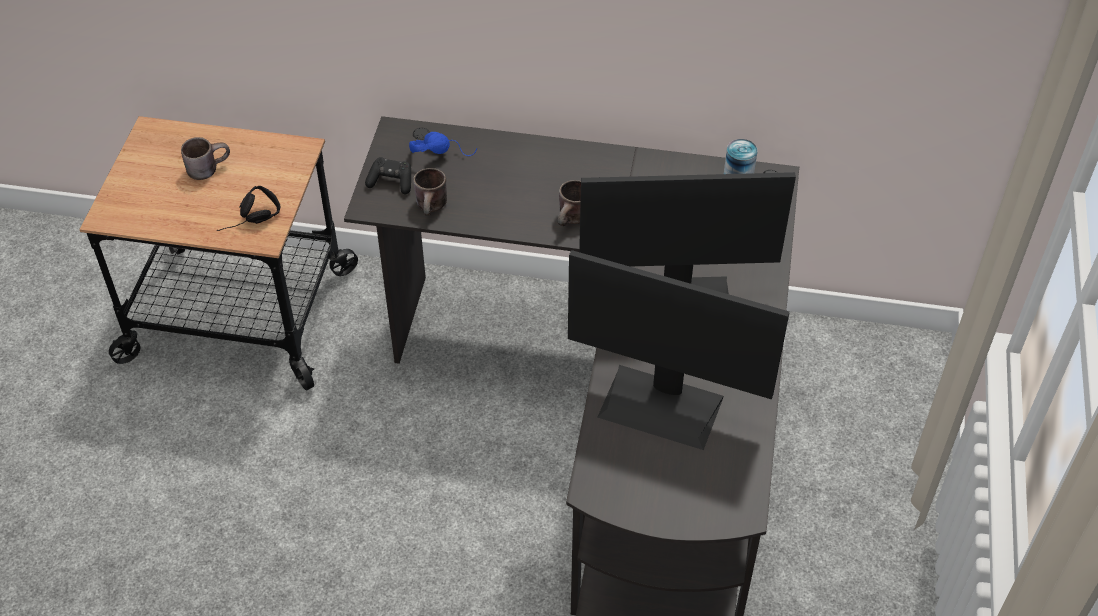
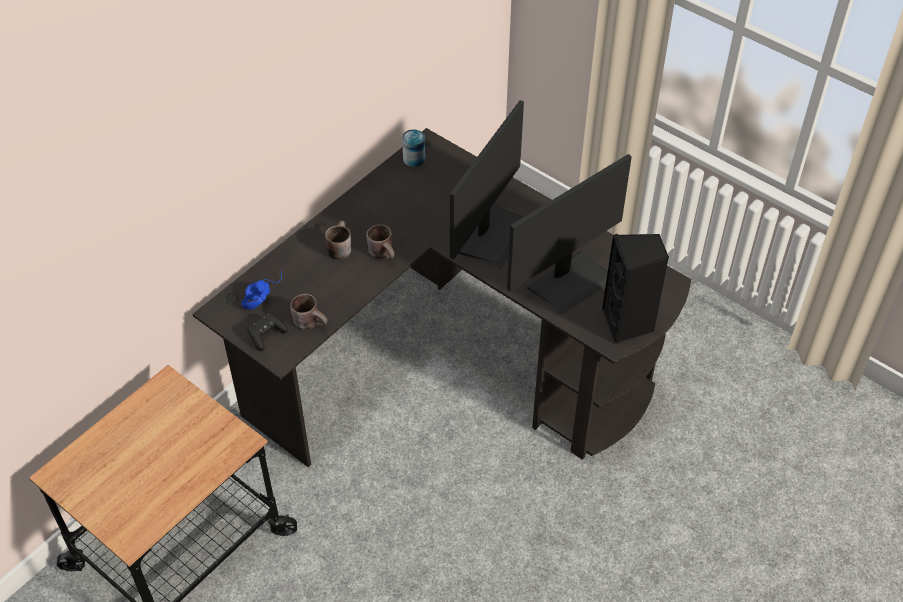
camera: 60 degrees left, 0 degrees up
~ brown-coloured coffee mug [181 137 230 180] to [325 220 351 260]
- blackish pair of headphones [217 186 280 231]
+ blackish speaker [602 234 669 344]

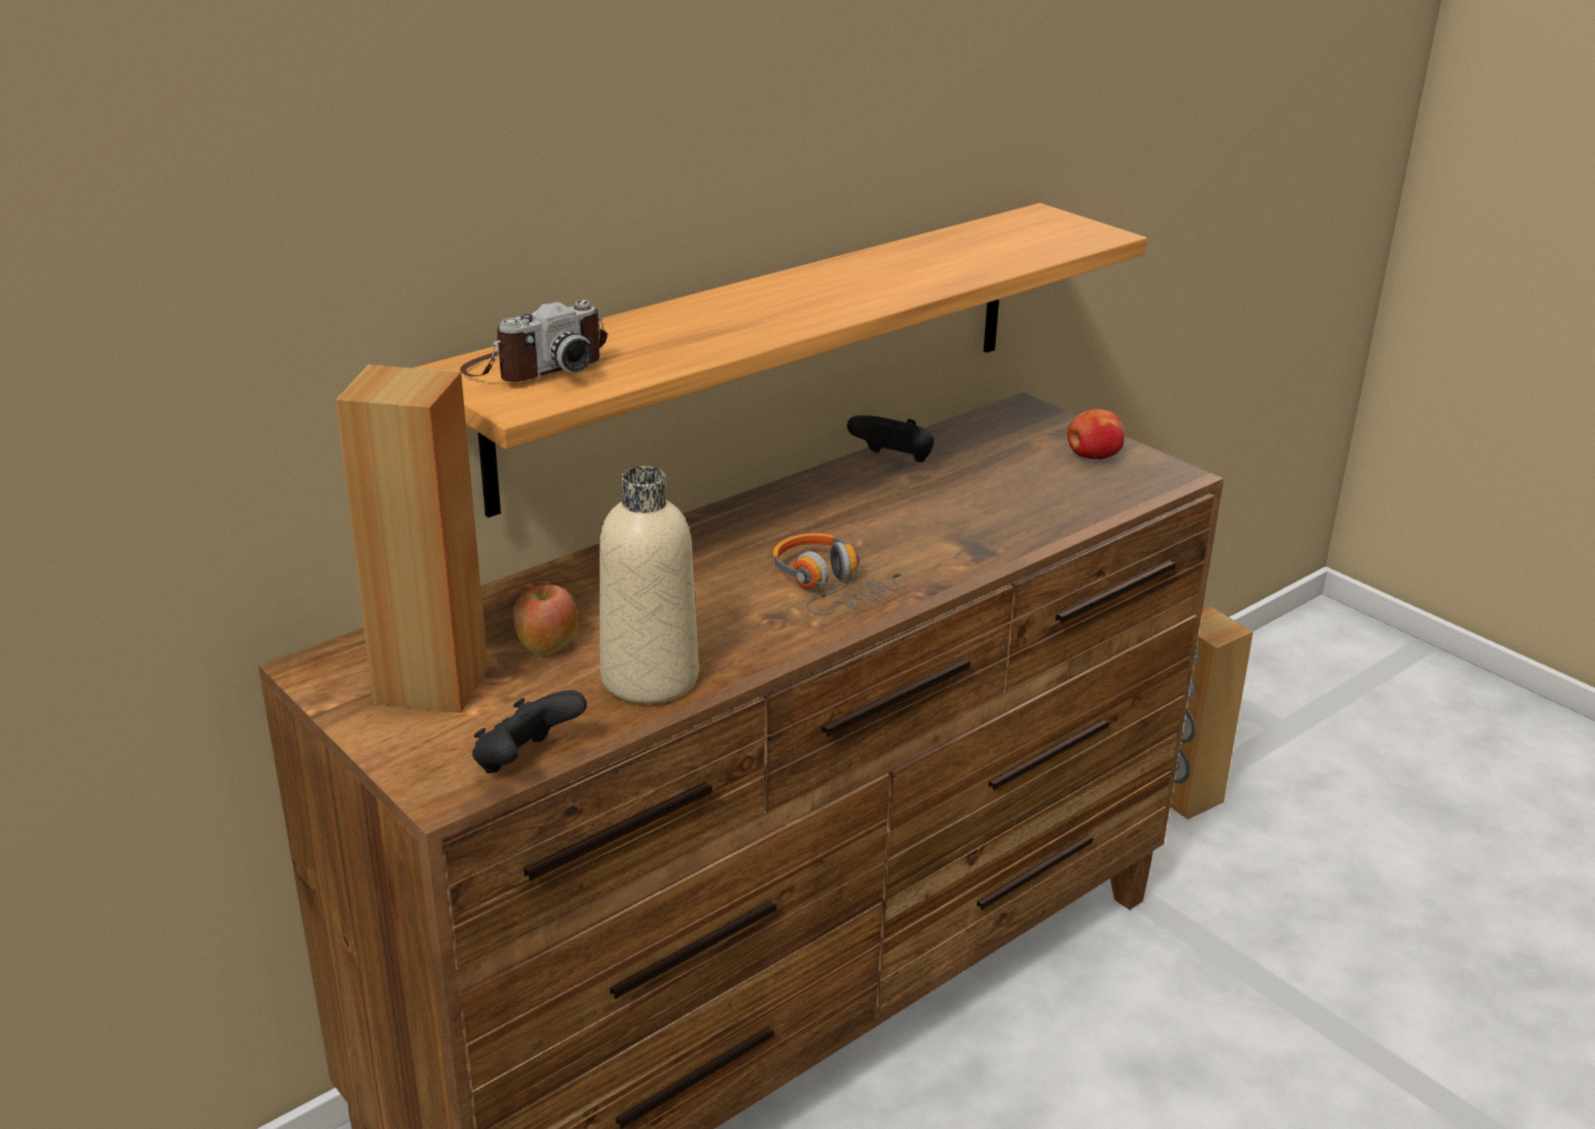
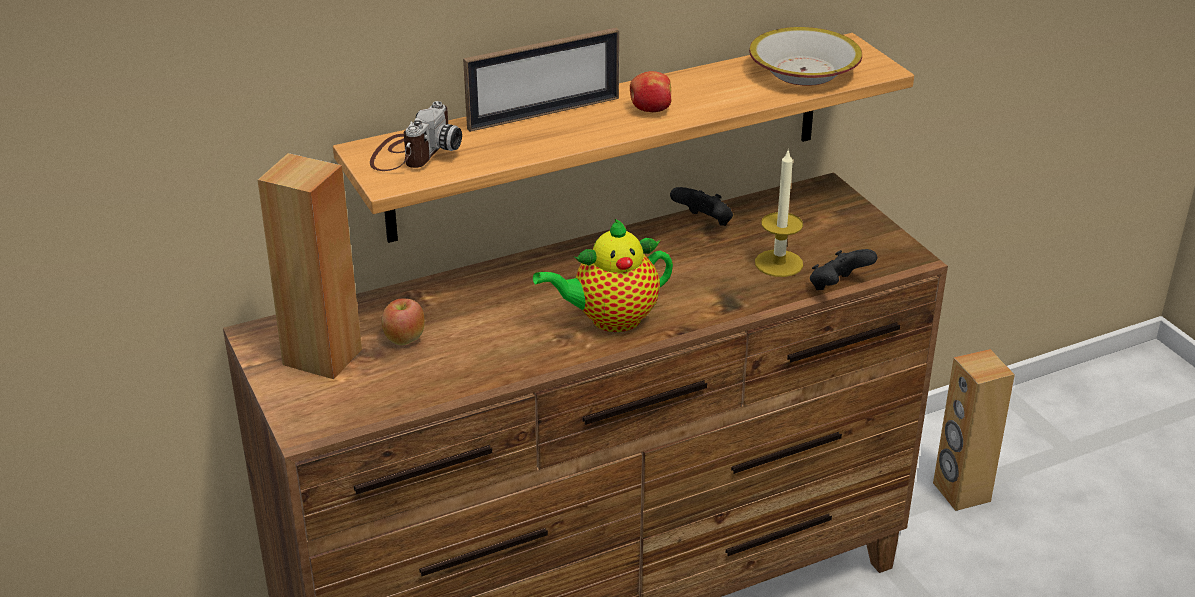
camera: 15 degrees right, 5 degrees up
~ still camera [460 300 607 382] = [370 101 462 171] 45 degrees counterclockwise
~ apple fruit [1067 409 1124 459] to [630 71 671 113]
- sand-coloured bottle [599 466 699 704]
~ pair of headphones [772 533 906 615] to tea pot [533 218 673 332]
~ blackish joypad [472 690 587 773] to [810 249 877 290]
+ serving bowl [749 27 862 86]
+ standing frame [463 28 619 132]
+ candle [755 151 803 277]

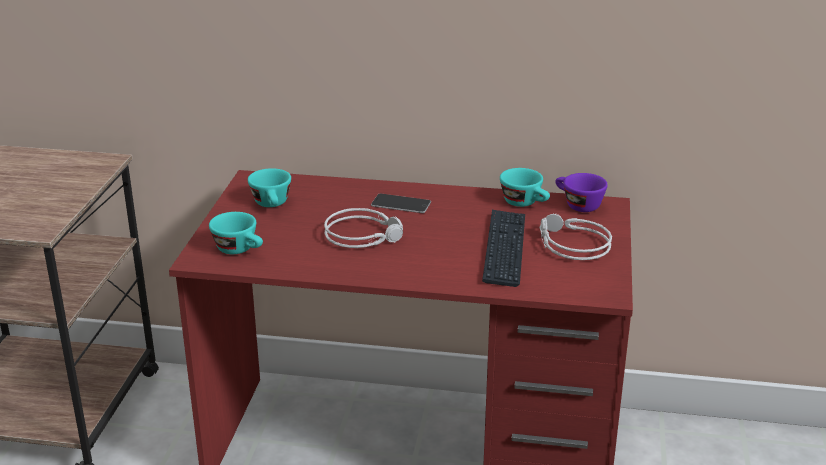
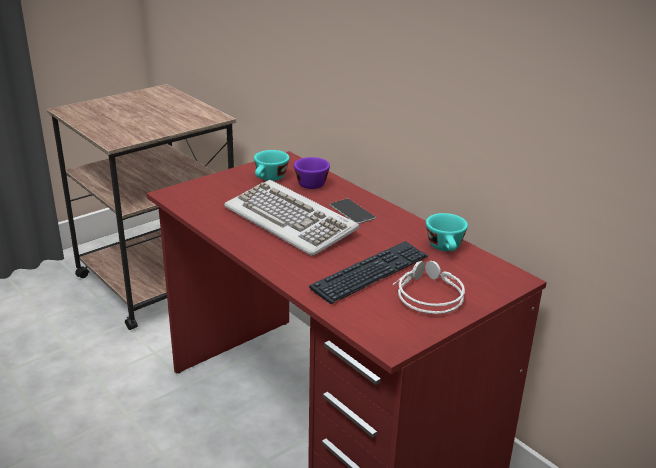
camera: 40 degrees right, 0 degrees up
~ purple small cup [555 173 608 212] to [294 157 330 189]
~ gray pair of headphones [324 208 403 248] to PC keyboard [224 180 360 256]
- blue-green small cup [209 212 263 254]

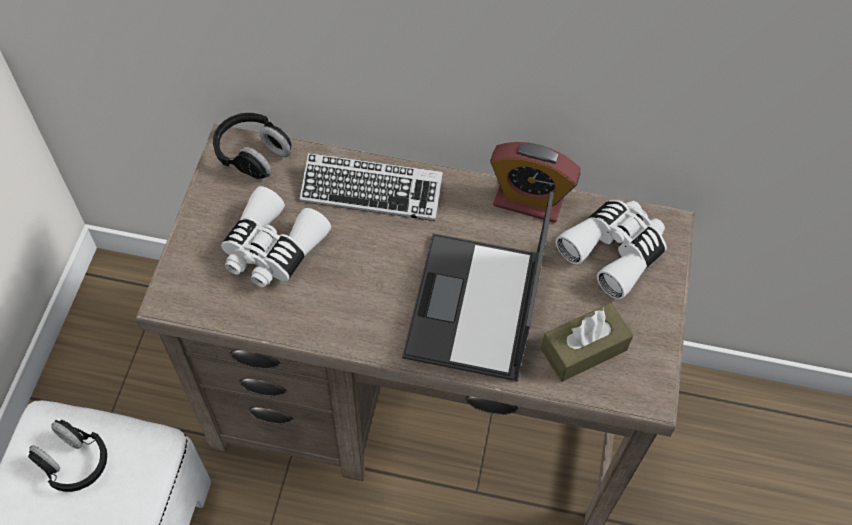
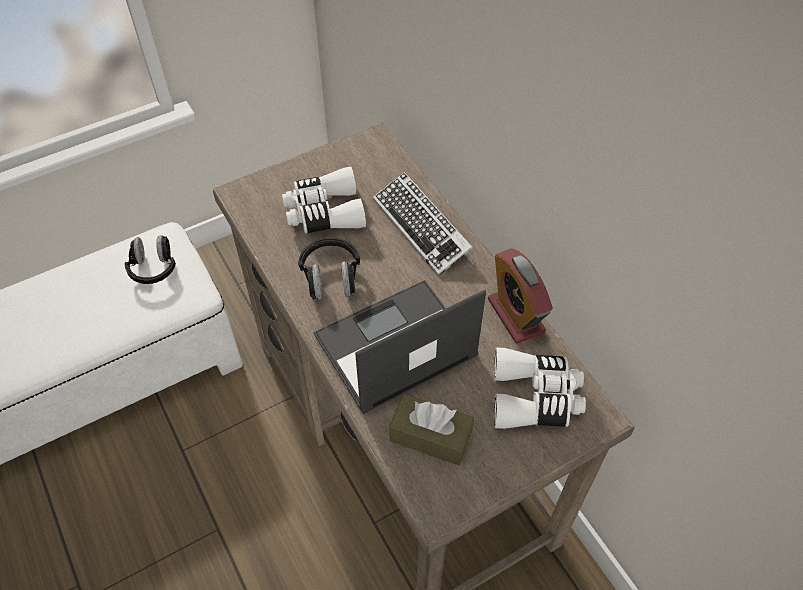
camera: 50 degrees right, 5 degrees down
~ blackish pair of headphones [213 113 292 179] to [298 237 360 300]

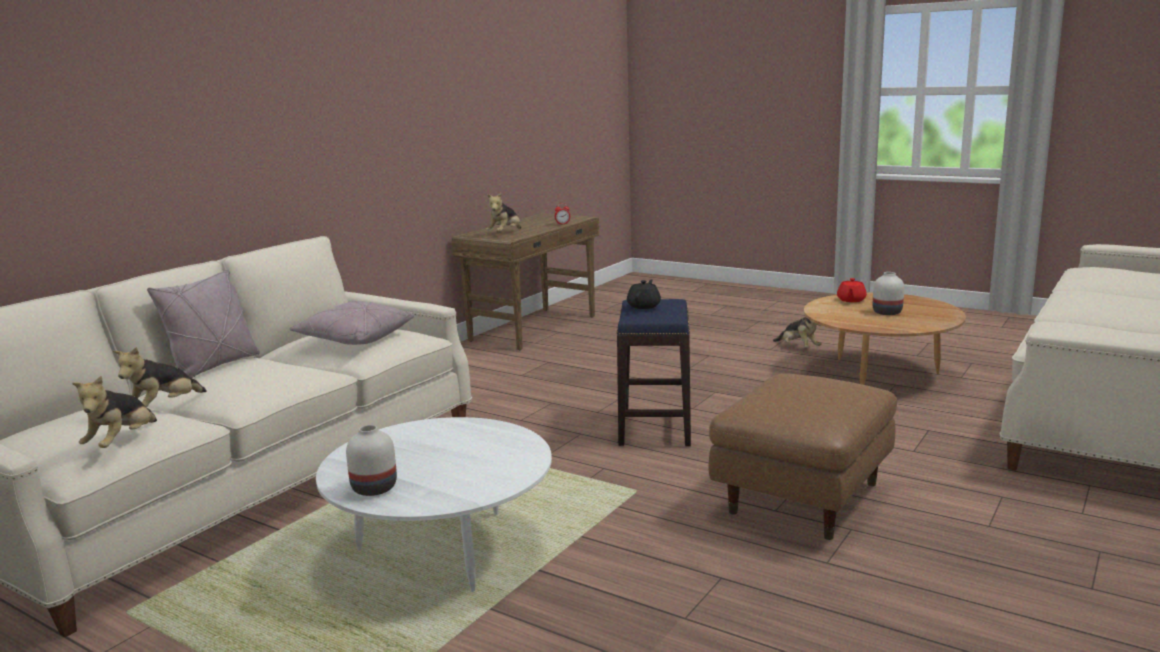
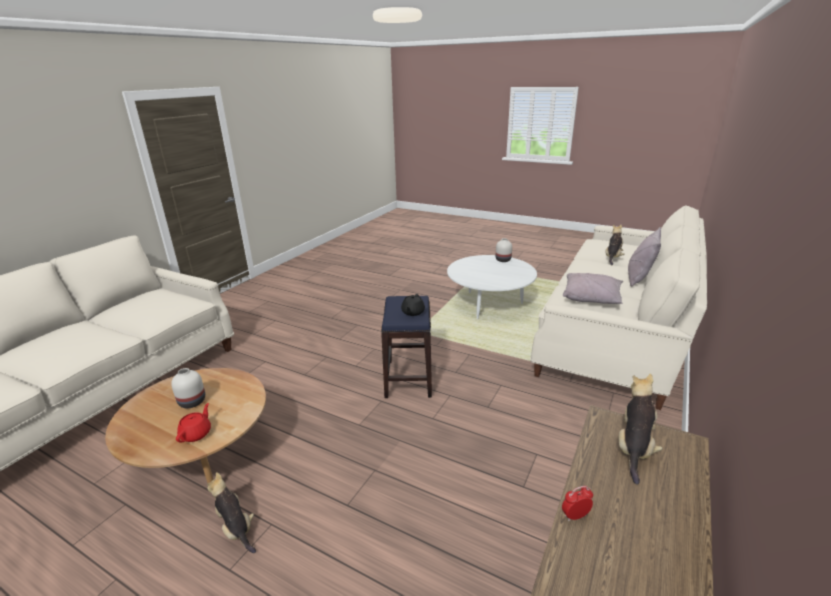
camera: 175 degrees right, 10 degrees up
- brown-coloured pouffe [709 374 897 540]
- plush toy [72 376 157 448]

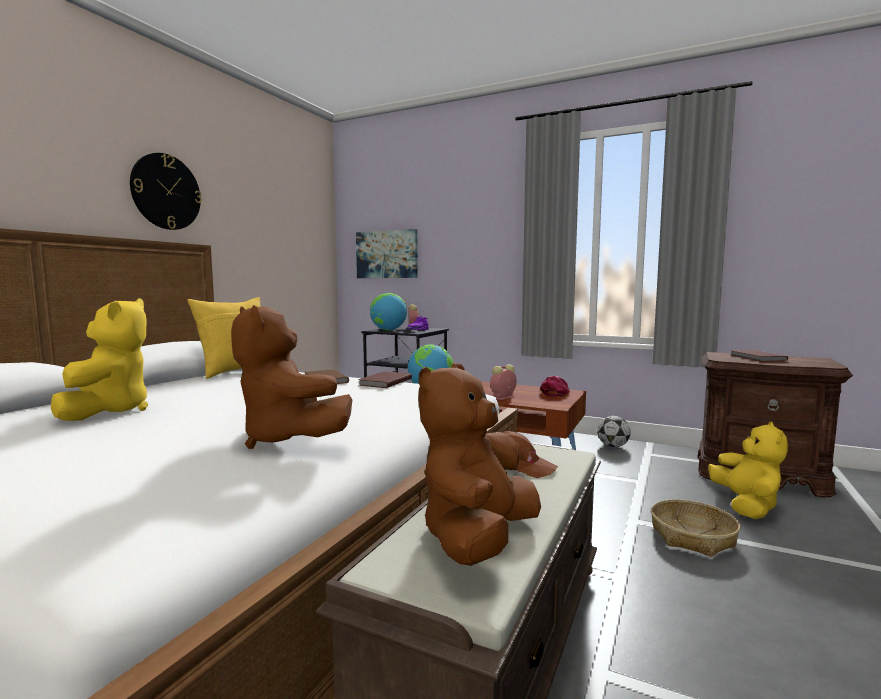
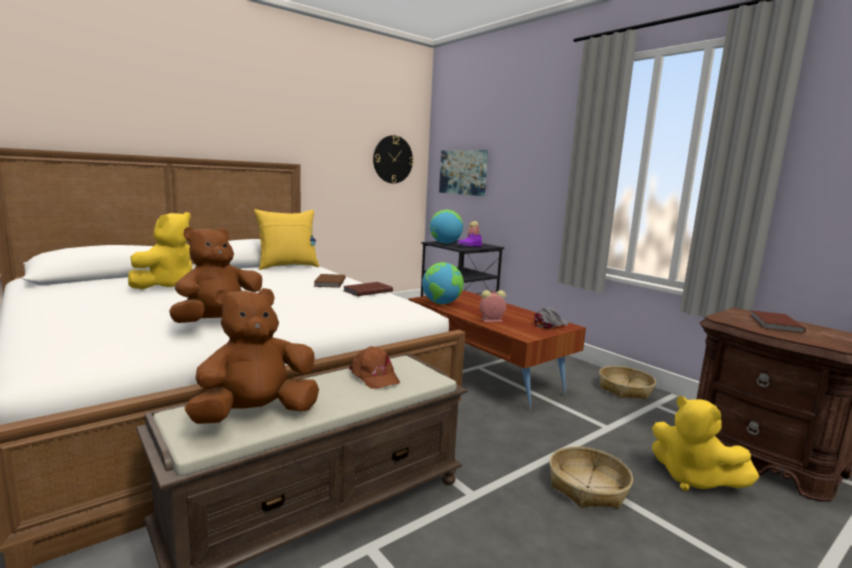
camera: 25 degrees right, 5 degrees up
~ wall clock [130 153 202 230] to [373 135 413 184]
~ brown-coloured plush toy [231 305 352 449] = [169 227 262 323] 60 degrees clockwise
~ pinkish cap [540 376 570 397] to gray cap [534 307 568 329]
~ football [597 416 631 447] to basket [599 366 656 399]
~ yellow plush toy [708 422 788 519] = [652 396 759 491] 105 degrees clockwise

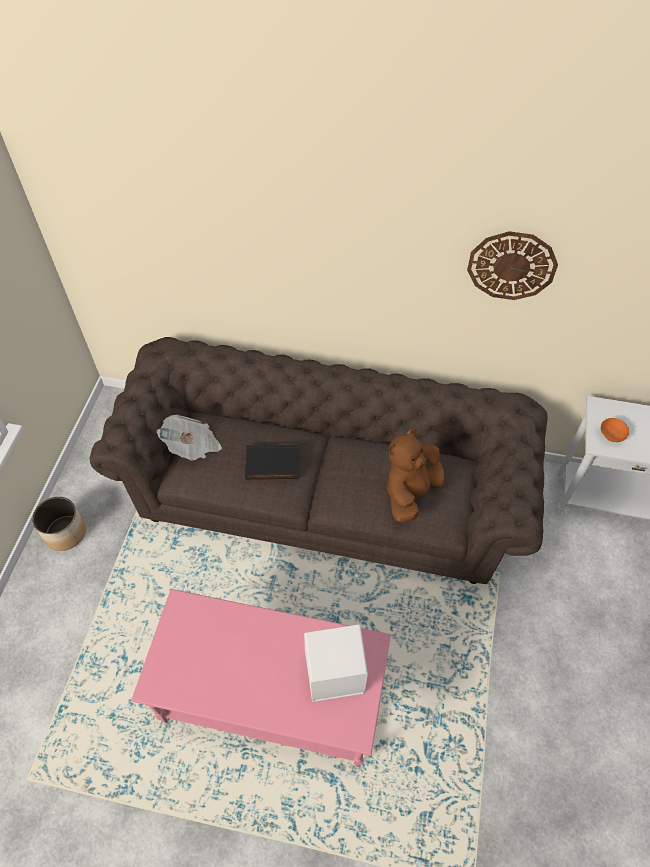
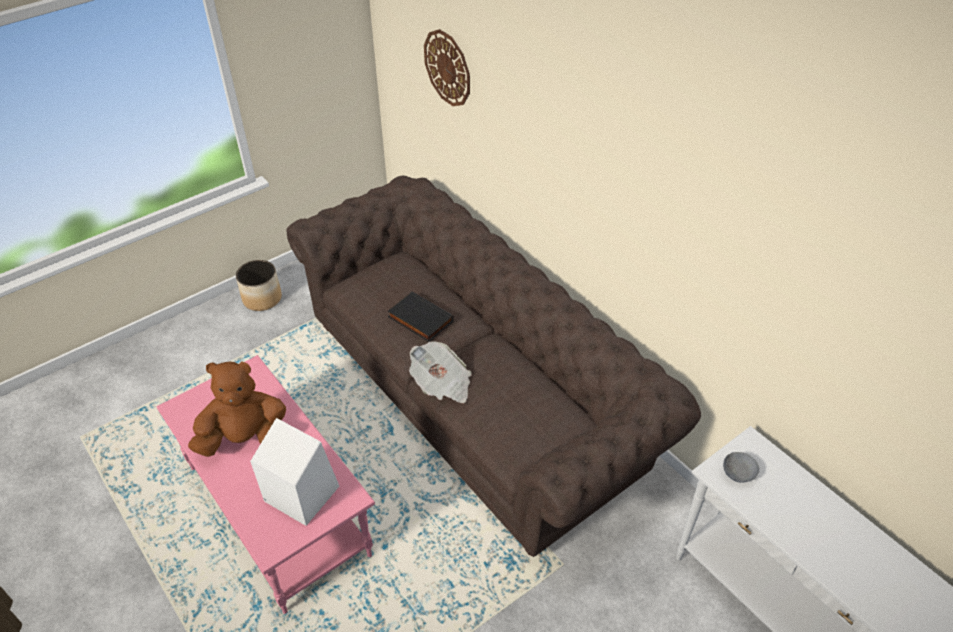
camera: 40 degrees right, 10 degrees down
~ wall clock [467 231 558 300] to [424 29 470 106]
~ printed paper [157 414 222 461] to [409 341 472 403]
~ orangey serving bowl [601 418 629 442] to gray serving bowl [723 452 759 483]
~ brown-coloured plush toy [387 429 445 523] to [188 361 286 457]

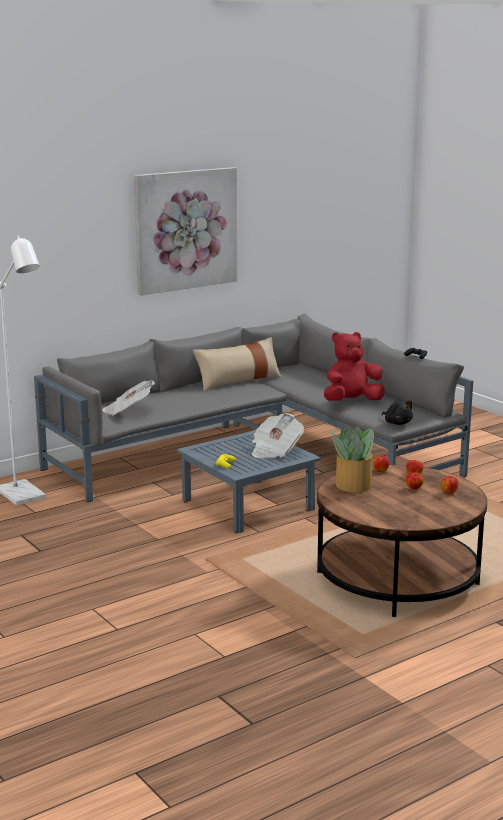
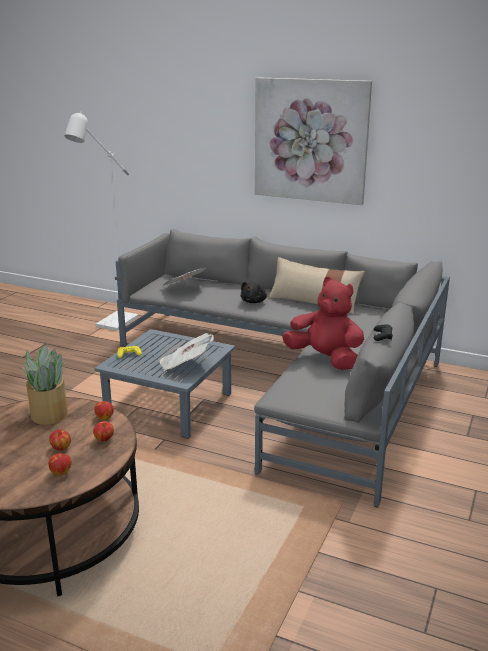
camera: 60 degrees right, 5 degrees up
~ blackish plush toy [382 401 413 425] to [241 282 267 303]

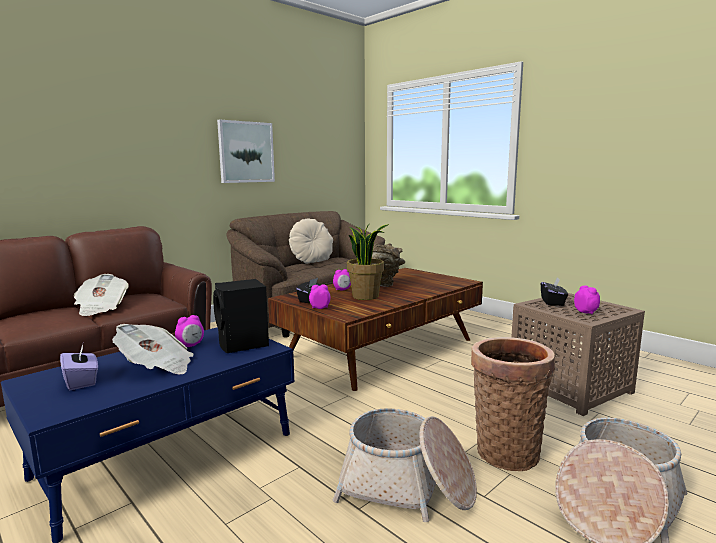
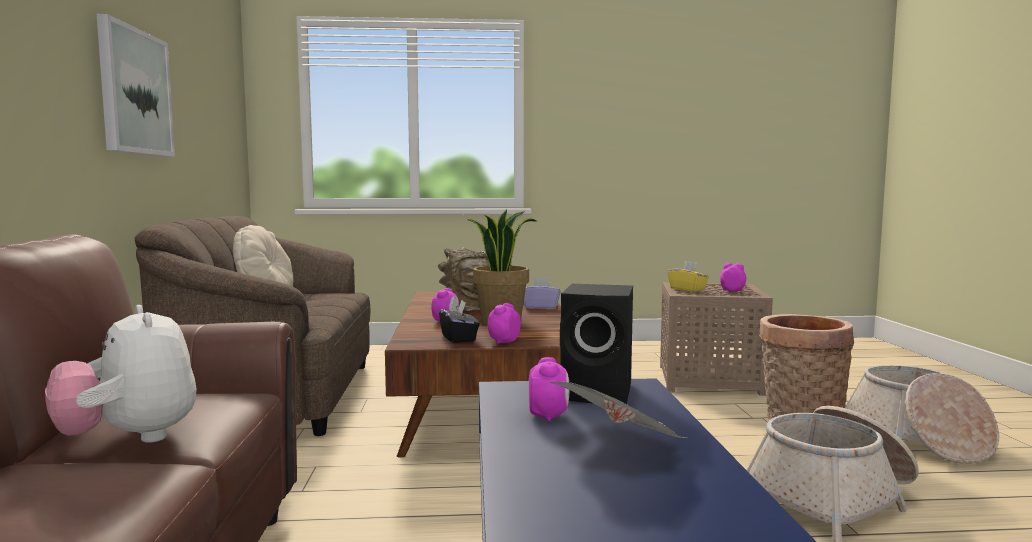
camera: 50 degrees left, 5 degrees down
~ printed paper [73 274 129 316] to plush toy [45 305 197 443]
~ blackish box of tissues [541 278 568 306] to yellow box of tissues [667 261 709 292]
~ purple box of tissues [60 344 98 390] to [524 277 561 309]

